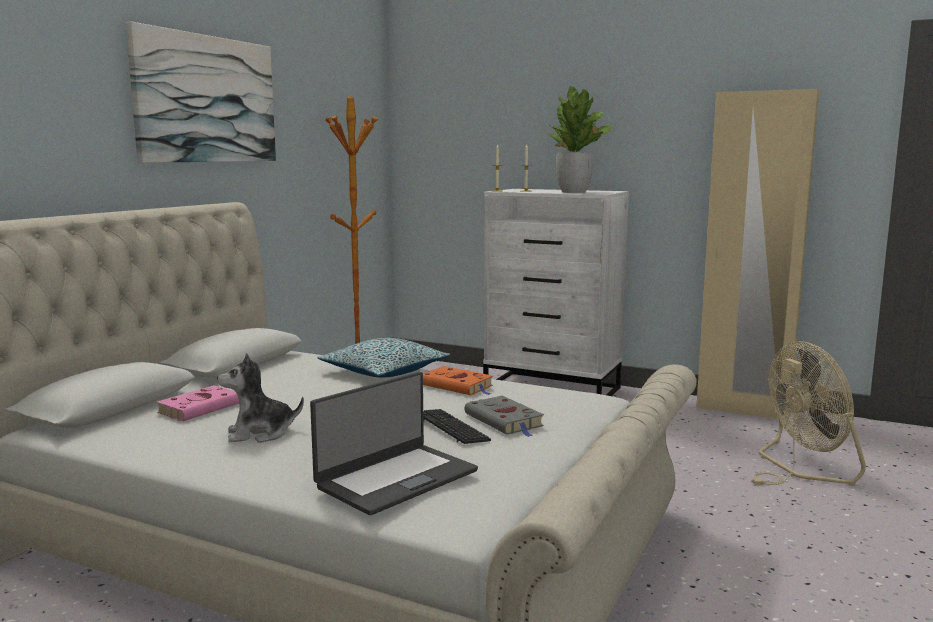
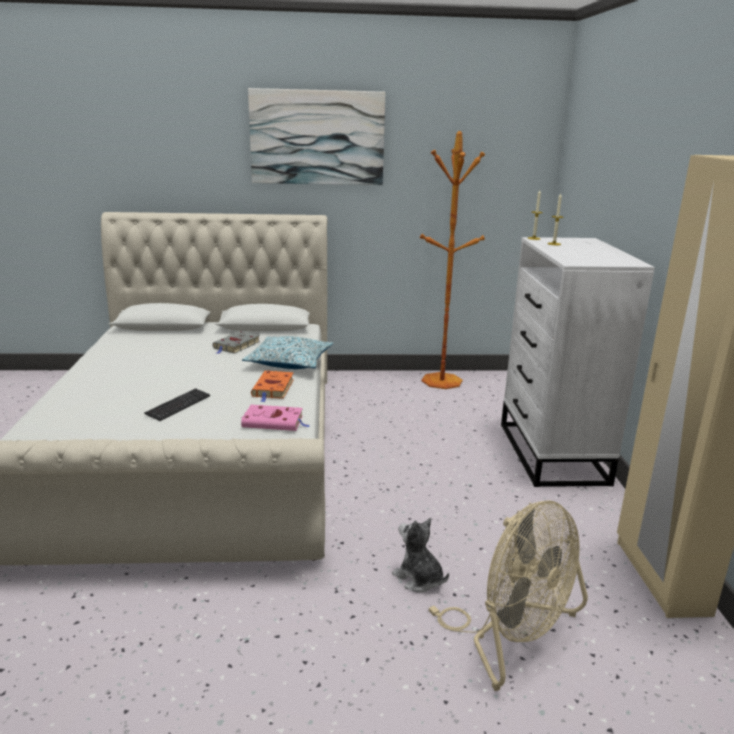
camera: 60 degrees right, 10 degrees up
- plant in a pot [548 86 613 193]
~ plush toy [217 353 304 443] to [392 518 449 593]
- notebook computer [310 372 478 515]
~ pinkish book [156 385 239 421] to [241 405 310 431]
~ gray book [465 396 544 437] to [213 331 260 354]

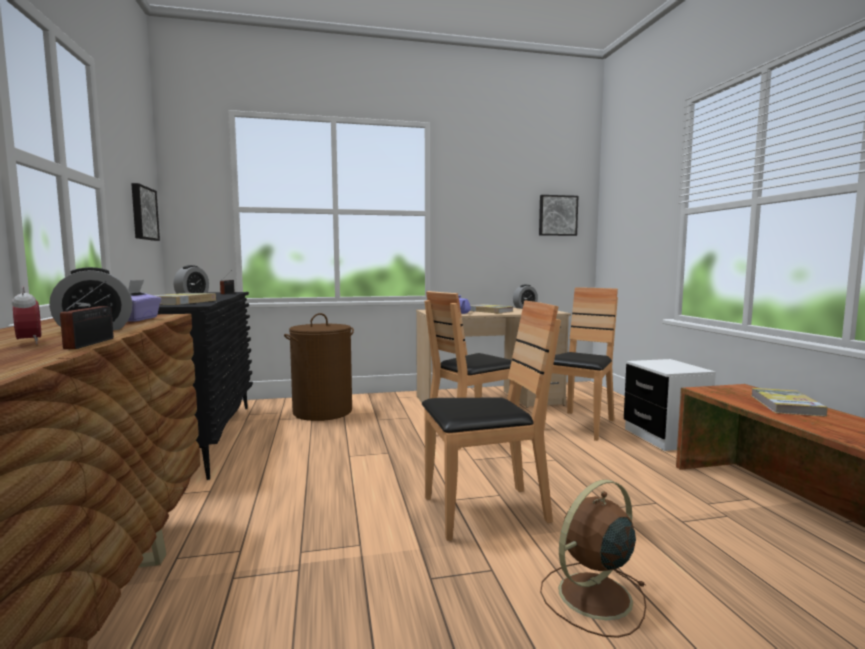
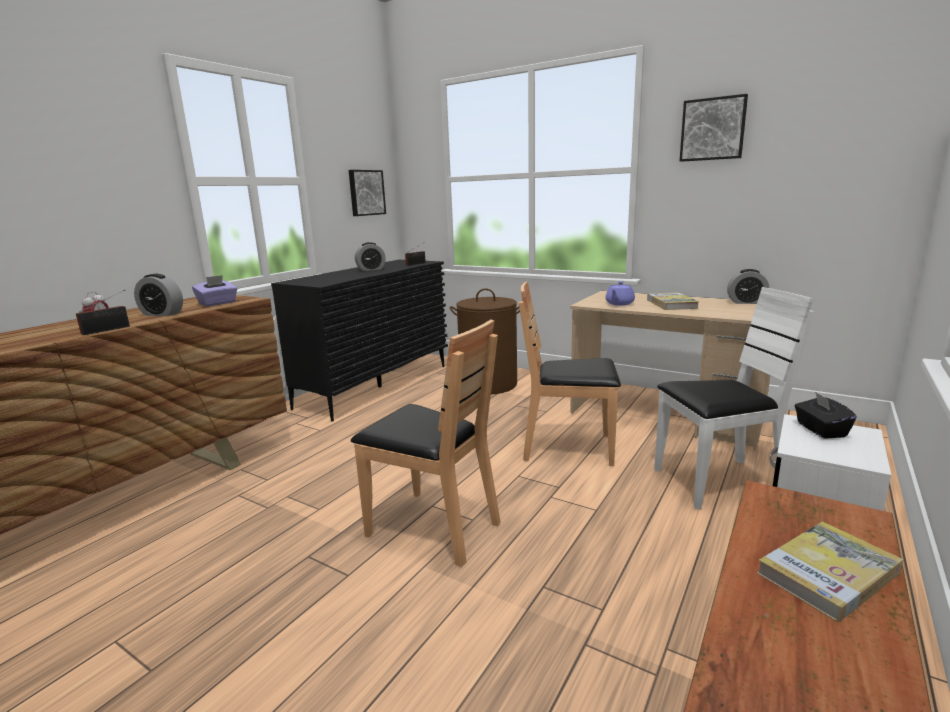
camera: 45 degrees right, 10 degrees up
~ wall art [539 195 578 236] to [680 94 748 162]
~ brown-coloured chair [544 287 618 441] to white chair [654 287 814 510]
- book [153 293 216 305]
- brown-coloured cooling fan [540 480 646 638]
+ blackish box of tissues [795 392 857 439]

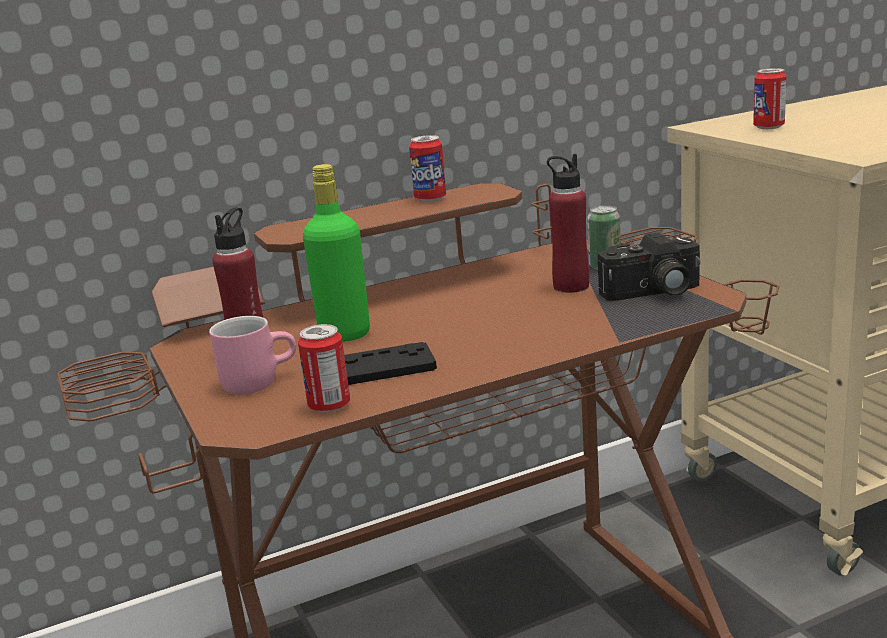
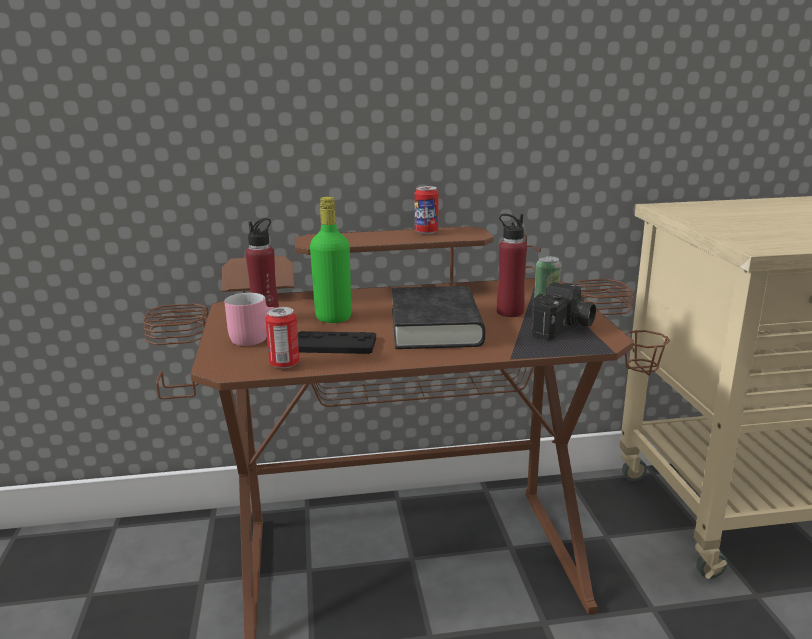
camera: 15 degrees right, 0 degrees up
- metal can [753 68 787 129]
~ still camera [598 232 700 301] = [532 282 596 340] 60 degrees counterclockwise
+ blackish book [392 286 485 349]

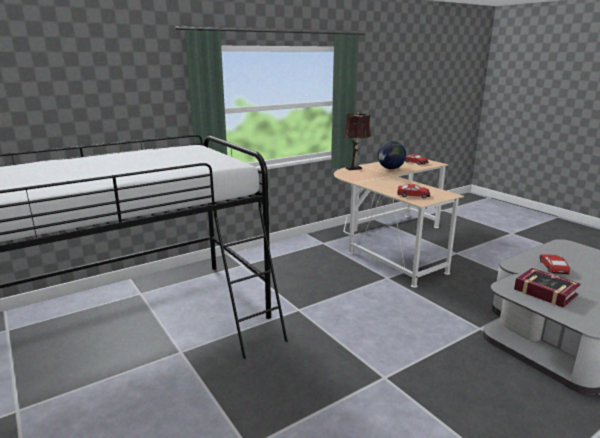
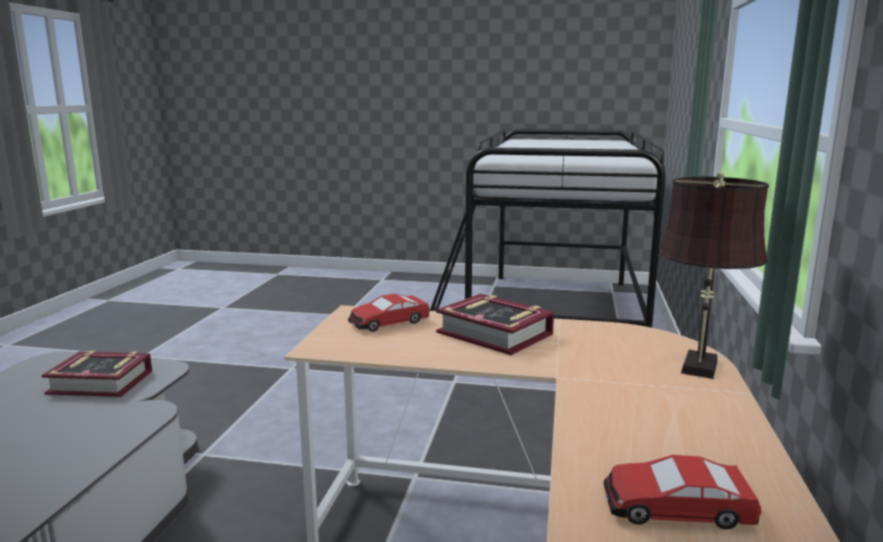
camera: 135 degrees right, 5 degrees down
- globe [378 141 406 169]
- miniature car [539 254 570 274]
+ book [436 294 554 355]

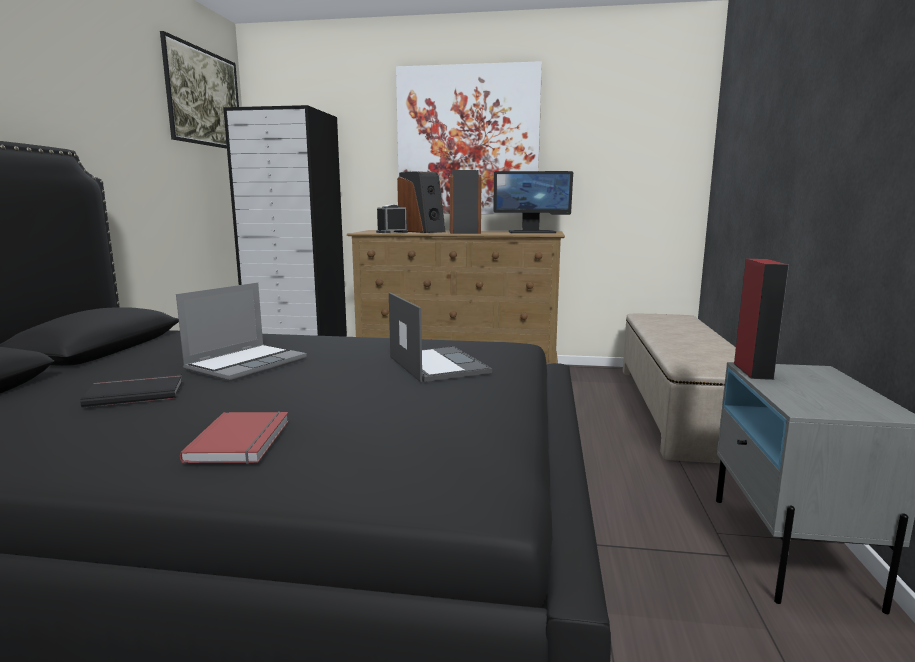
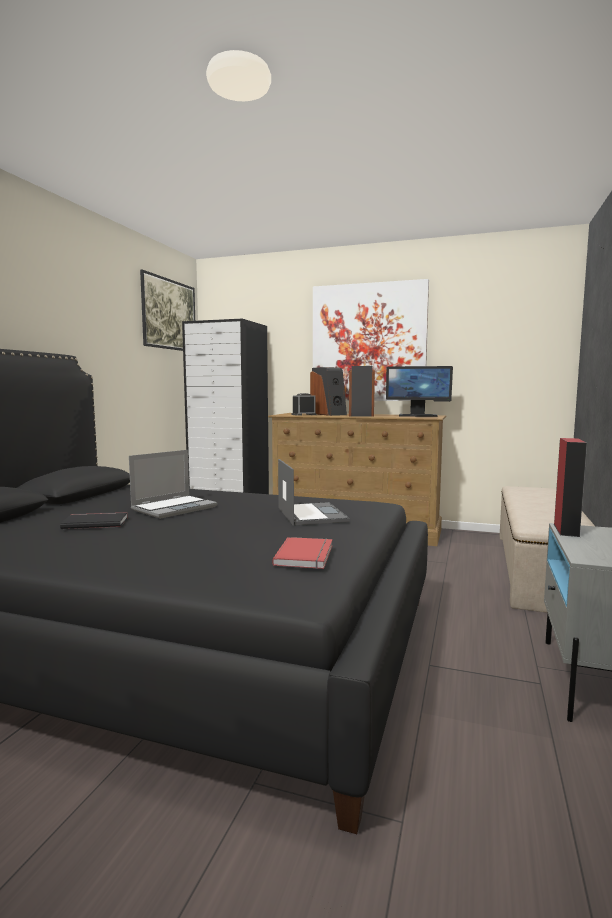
camera: 10 degrees right, 5 degrees down
~ reddish book [180 411 289 463] to [272 537 332 569]

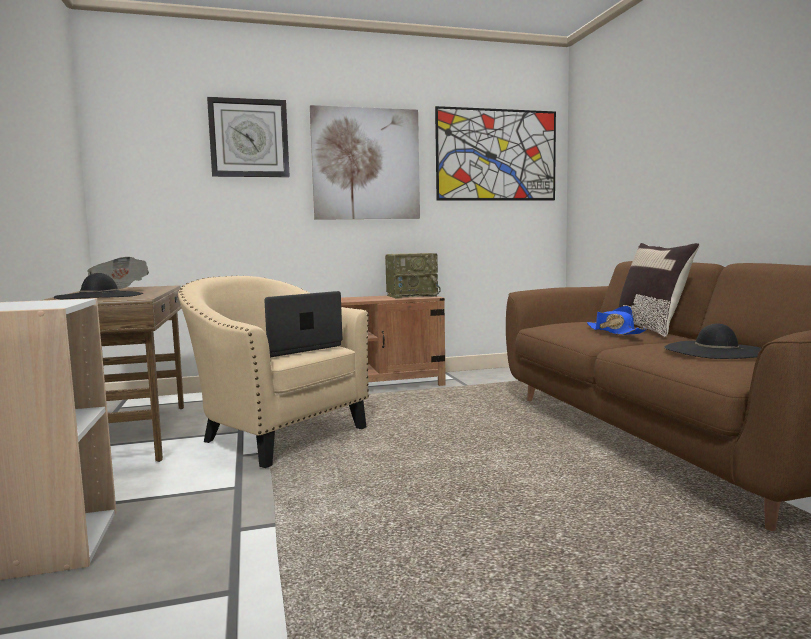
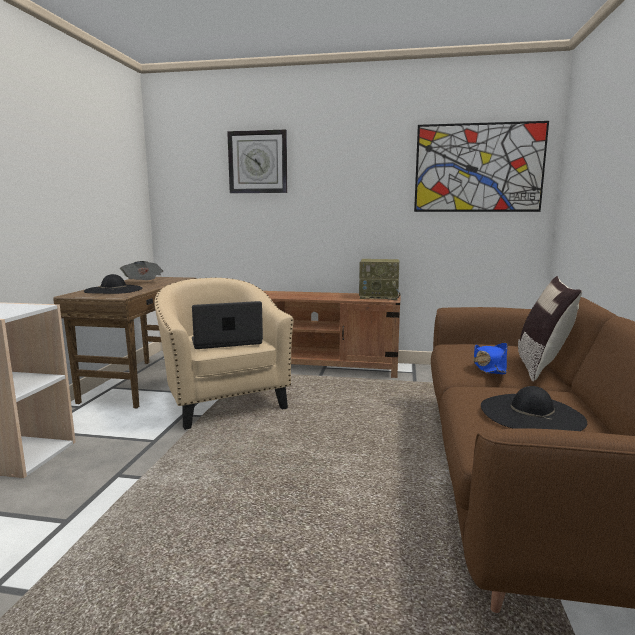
camera: 25 degrees right, 5 degrees up
- wall art [310 105 420 220]

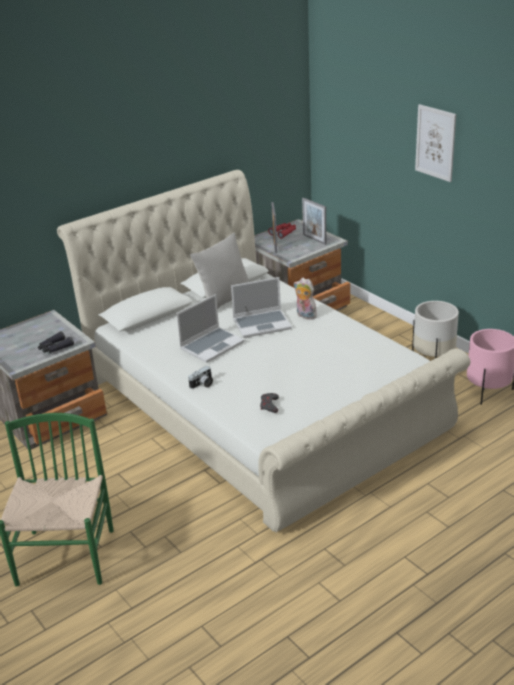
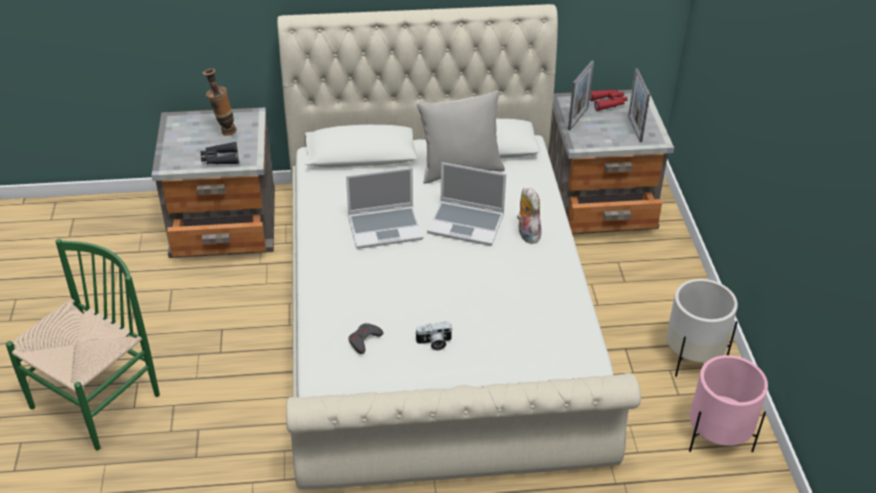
camera: 30 degrees right, 10 degrees up
- wall art [415 104 456 182]
~ still camera [188 366 213 389] to [415 322 453 350]
+ decorative vase [202 68 237 136]

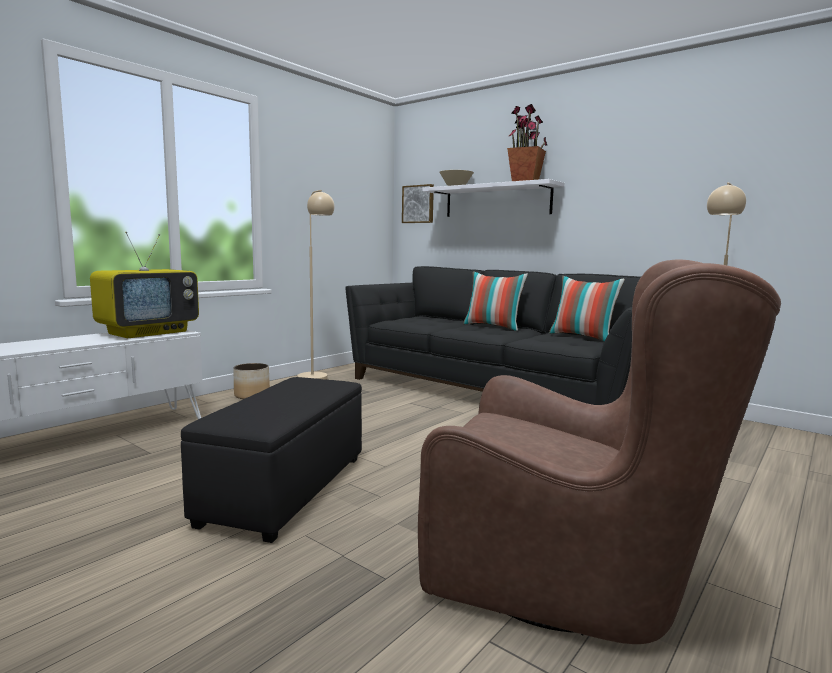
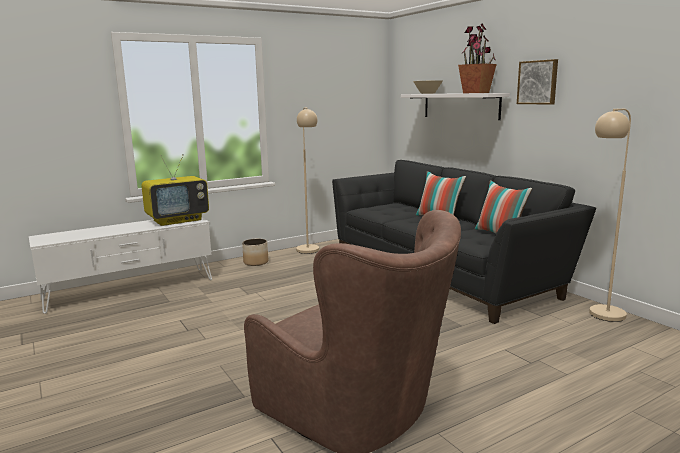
camera: 20 degrees right, 5 degrees up
~ wall art [402 184 434 223] to [517 59 558 105]
- blackish pouffe [181 377 362 543]

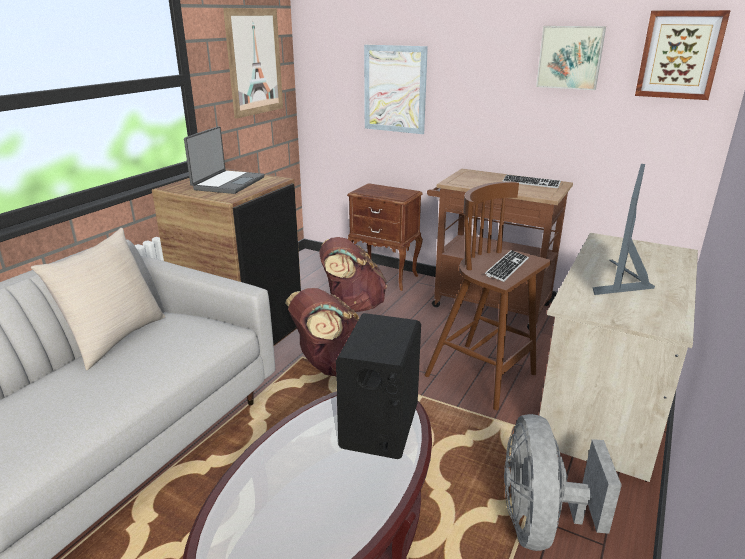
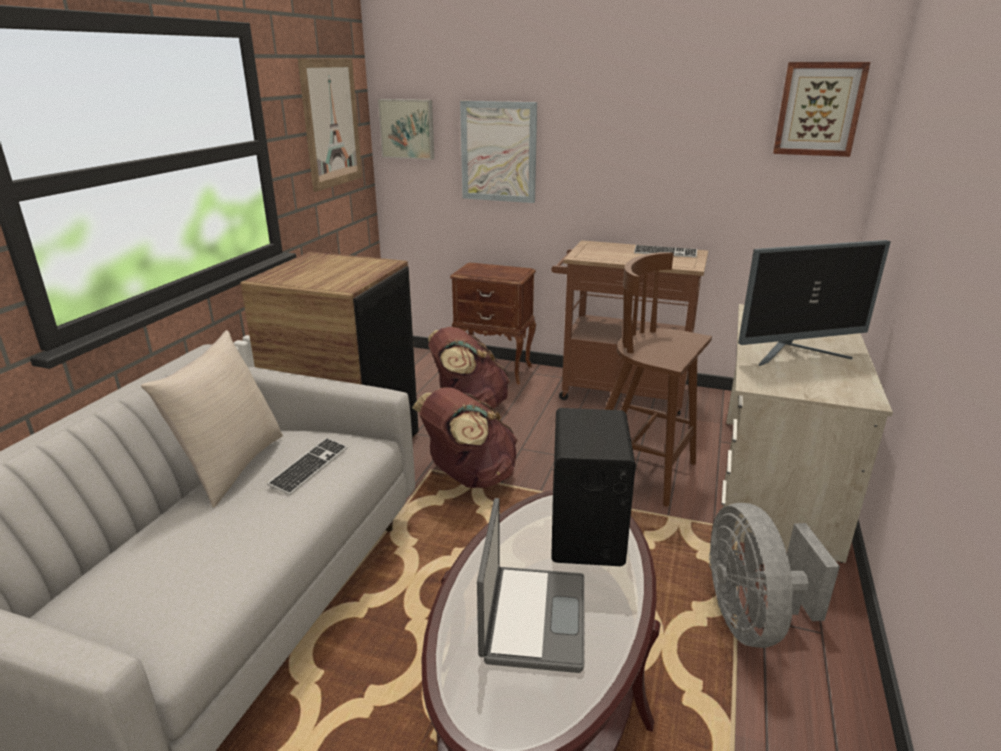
camera: 10 degrees left, 0 degrees up
~ wall art [536 26 606 90] to [378 99 434 160]
~ notebook computer [184 126 265 194] to [477 498 584 673]
~ computer screen [593 164 655 295] = [738 240 891 366] 120 degrees counterclockwise
~ PC keyboard [485 250 529 282] to [267 438 348 495]

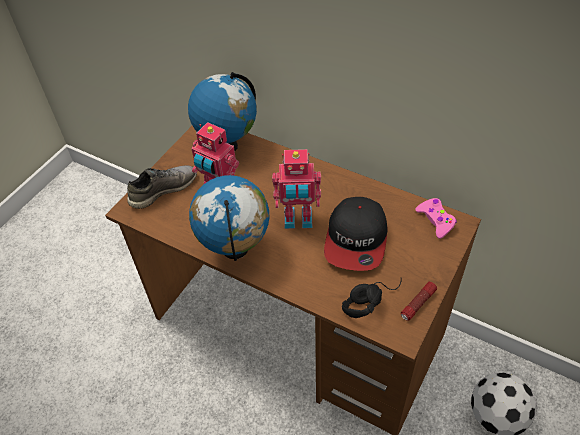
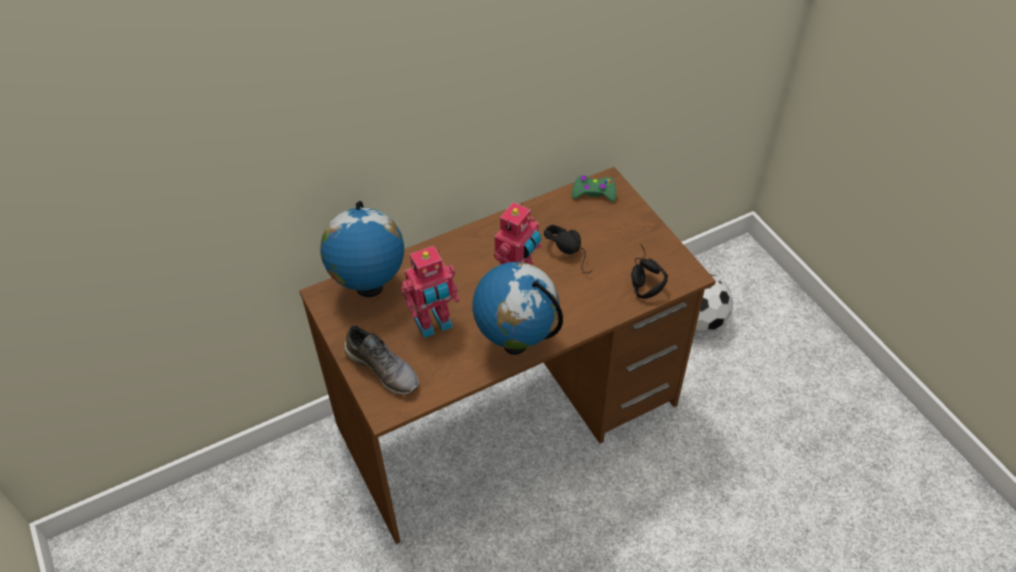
camera: 60 degrees left, 0 degrees up
~ gray item of footwear [127 165 197 209] = [344 325 419 395] 135 degrees clockwise
~ cap [324 197 388 271] to blackish pair of headphones [544 225 592 274]
~ pinkish joypad [415 198 457 239] to greenish joypad [572 175 616 202]
- flashlight [401 282 437 321]

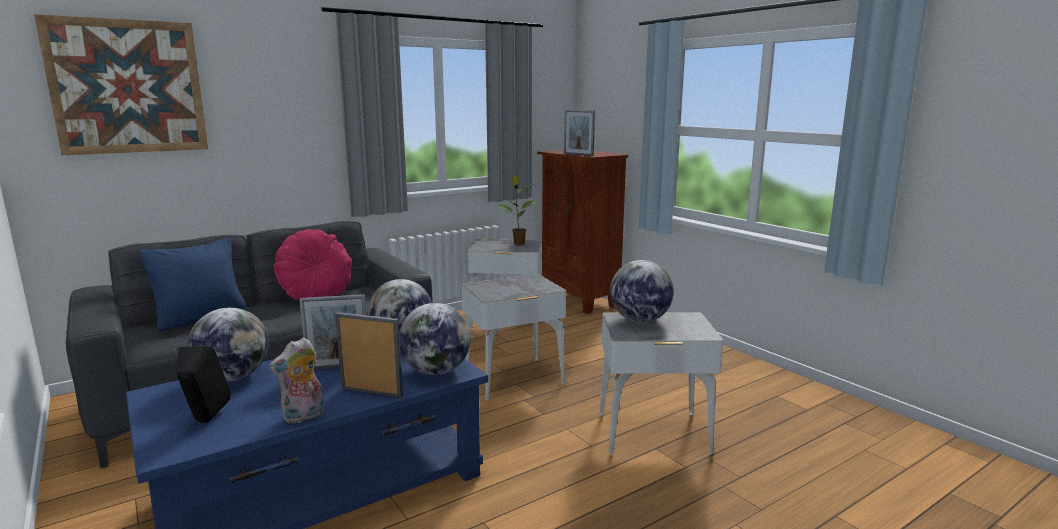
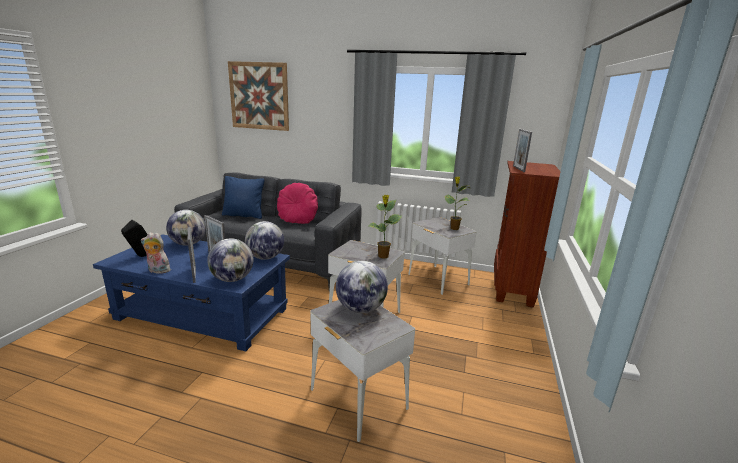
camera: 50 degrees right, 5 degrees up
+ plant in a pot [368 195 402 259]

